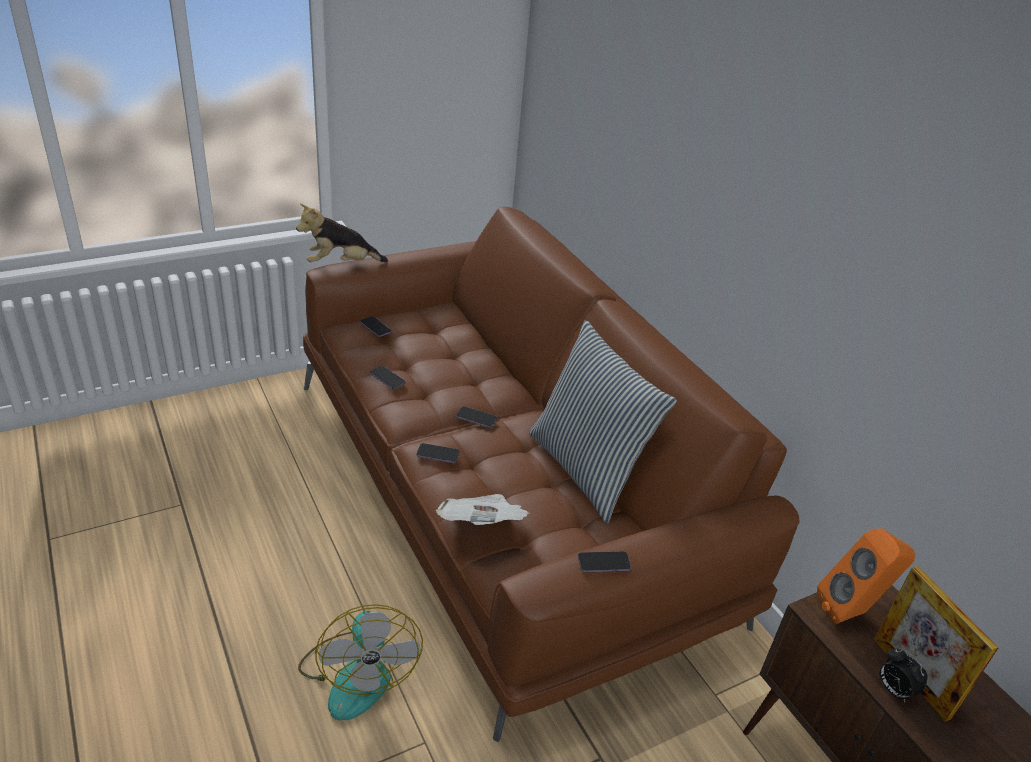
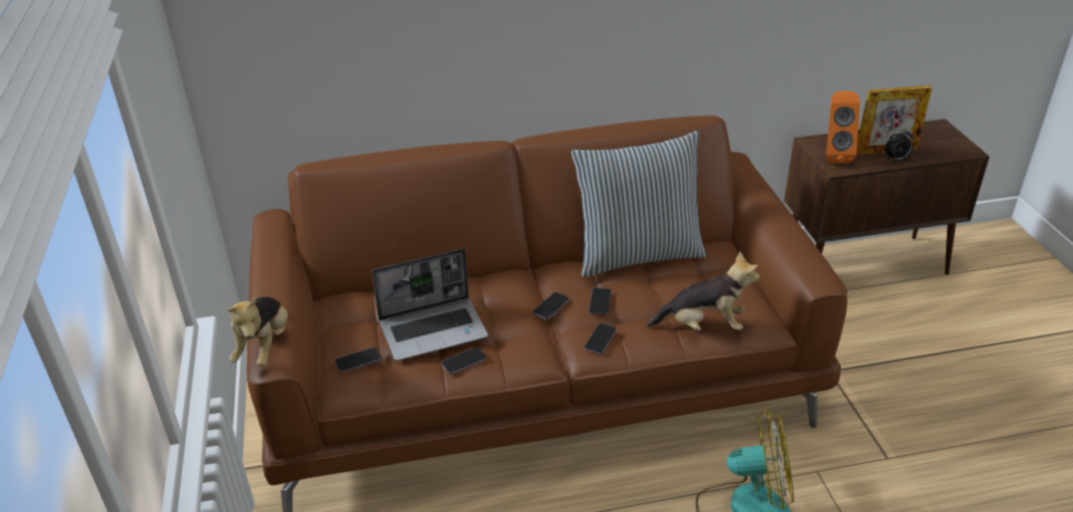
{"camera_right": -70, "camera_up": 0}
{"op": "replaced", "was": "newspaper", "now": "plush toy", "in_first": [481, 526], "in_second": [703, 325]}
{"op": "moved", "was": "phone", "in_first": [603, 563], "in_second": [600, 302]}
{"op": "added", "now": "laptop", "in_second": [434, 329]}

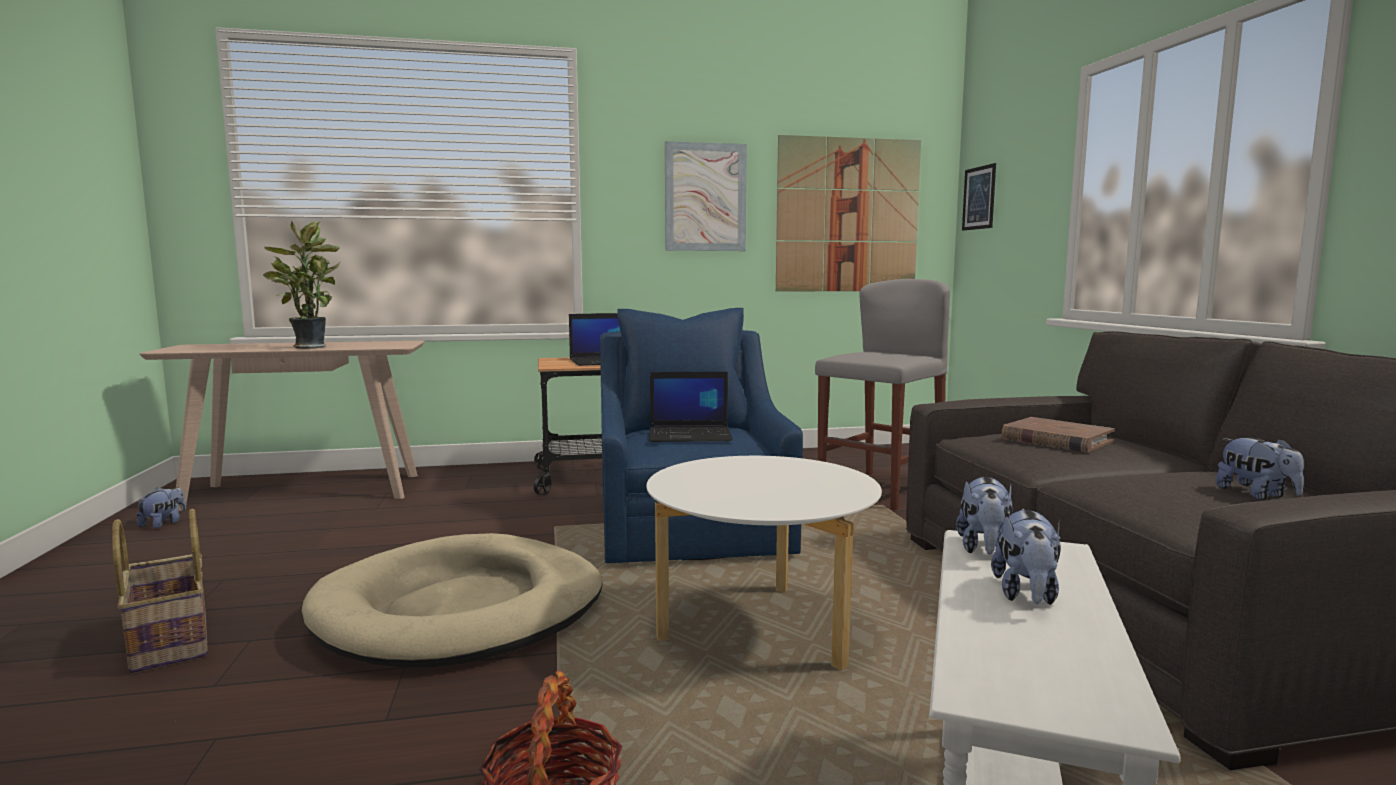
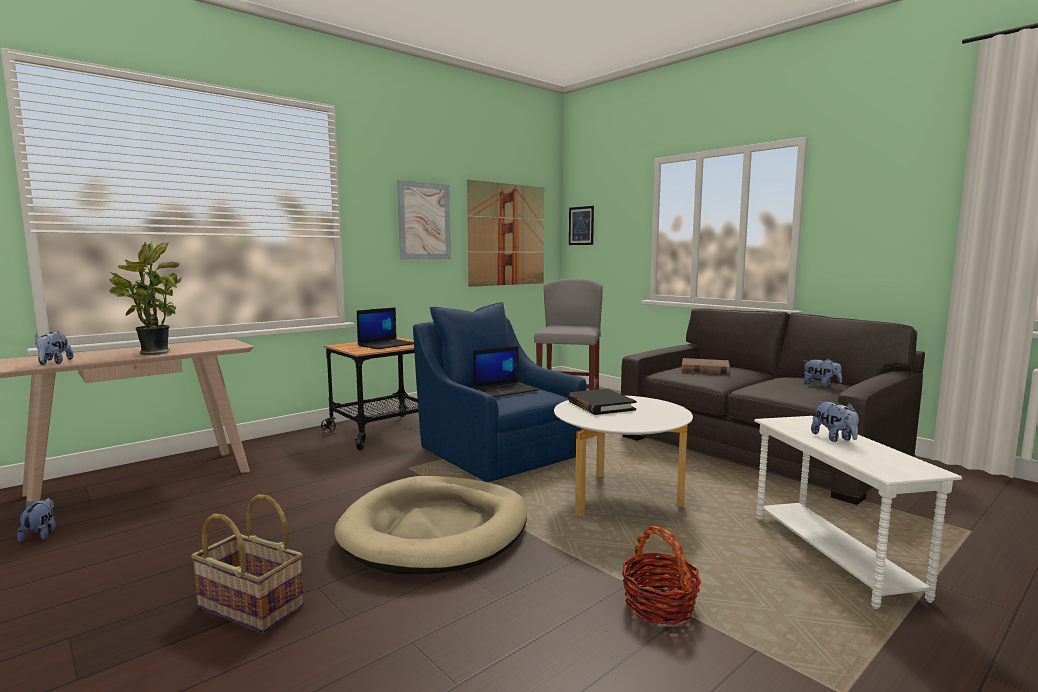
{"camera_right": -30, "camera_up": 0}
{"op": "moved", "was": "plush toy", "in_first": [984, 549], "in_second": [53, 363]}
{"op": "added", "now": "book/black", "in_second": [600, 405]}

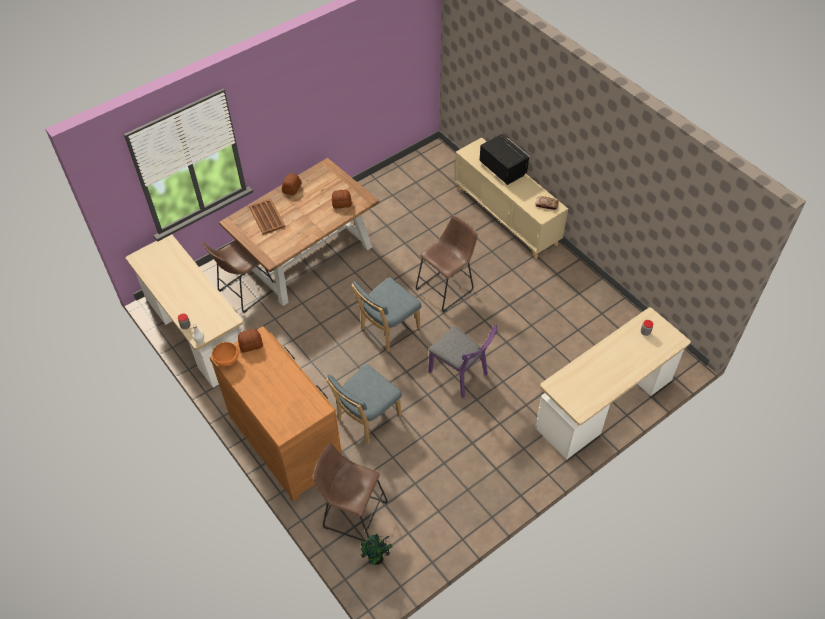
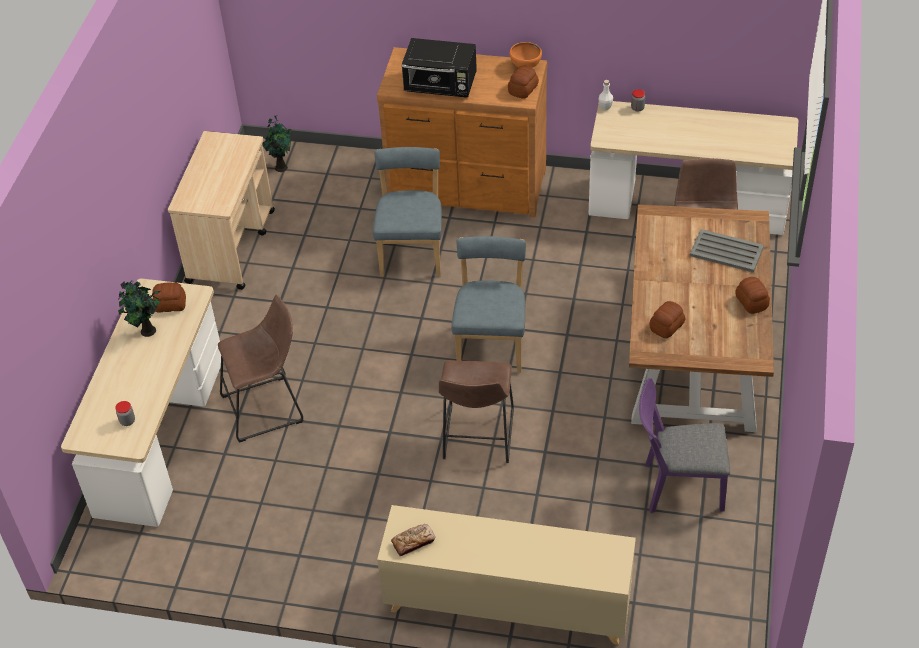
{"camera_right": 140, "camera_up": -5}
{"op": "moved", "was": "microwave/black", "in_first": [502, 169], "in_second": [441, 86]}
{"op": "recoloured", "was": "tray/brown", "now": "tray/grey", "in_first": [267, 217], "in_second": [726, 251]}
{"op": "moved", "was": "chair/purple", "in_first": [461, 375], "in_second": [676, 487]}
{"op": "moved", "was": "stool/brown", "in_first": [352, 513], "in_second": [267, 408]}
{"op": "added", "now": "cart/beige", "in_second": [231, 246]}
{"op": "added", "now": "potted plant", "in_second": [147, 332]}
{"op": "added", "now": "bread", "in_second": [170, 305]}

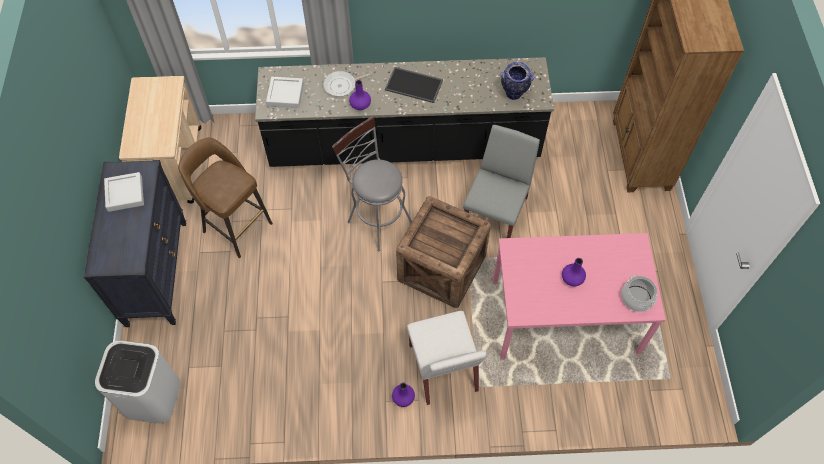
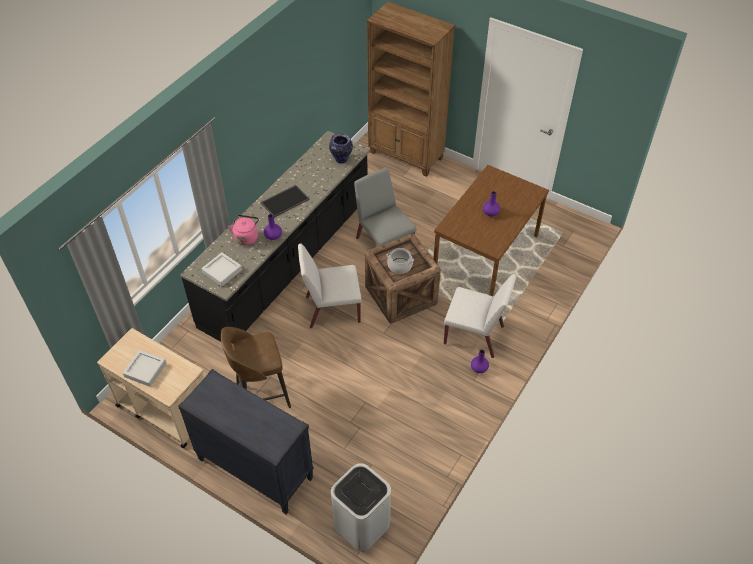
{"camera_right": -55, "camera_up": -10}
{"op": "replaced", "was": "frying pan", "now": "kettle/pink", "in_first": [342, 85], "in_second": [246, 237]}
{"op": "replaced", "was": "stool/grey", "now": "chair/white", "in_first": [376, 219], "in_second": [332, 309]}
{"op": "moved", "was": "tray/grey", "in_first": [125, 194], "in_second": [145, 370]}
{"op": "recoloured", "was": "dining table/pink", "now": "dining table/brown", "in_first": [564, 317], "in_second": [486, 255]}
{"op": "moved", "was": "cooking pot", "in_first": [637, 298], "in_second": [400, 266]}

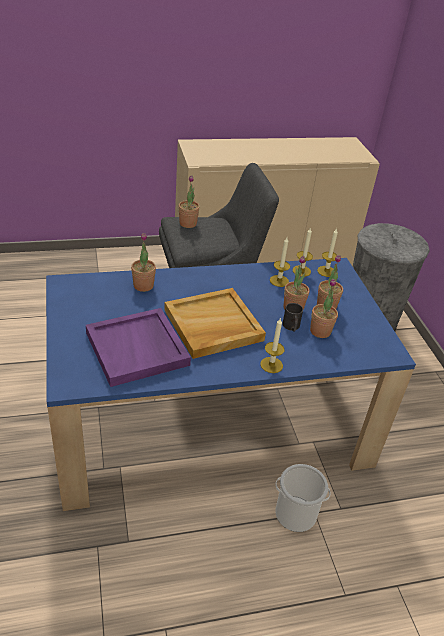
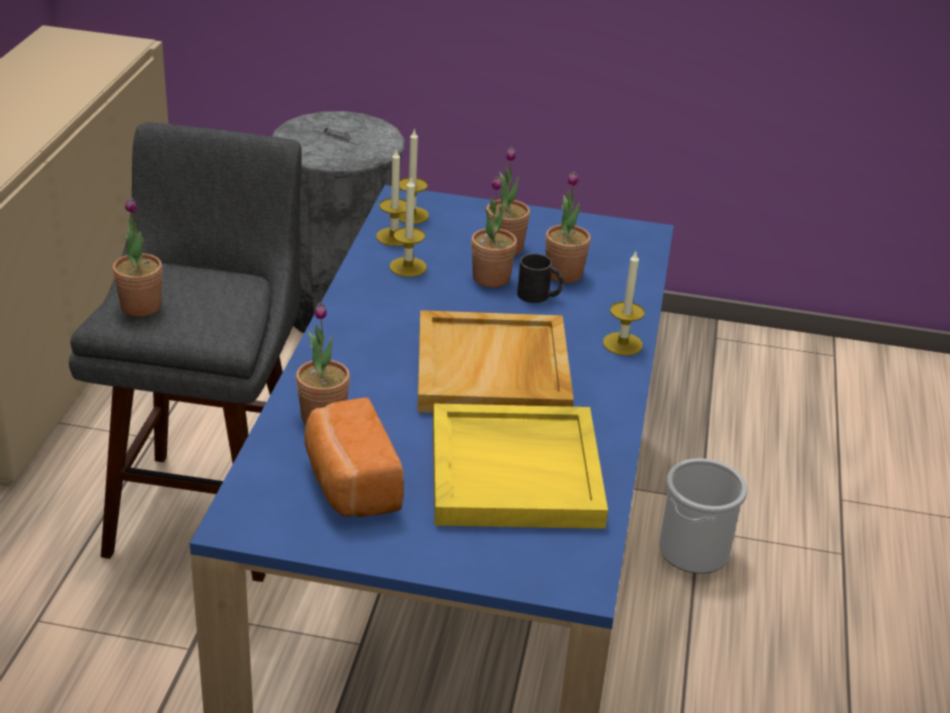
{"camera_right": -65, "camera_up": -5}
{"op": "recoloured", "was": "tray/purple", "now": "tray/yellow", "in_first": [138, 349], "in_second": [516, 471]}
{"op": "added", "now": "bread", "in_second": [349, 484]}

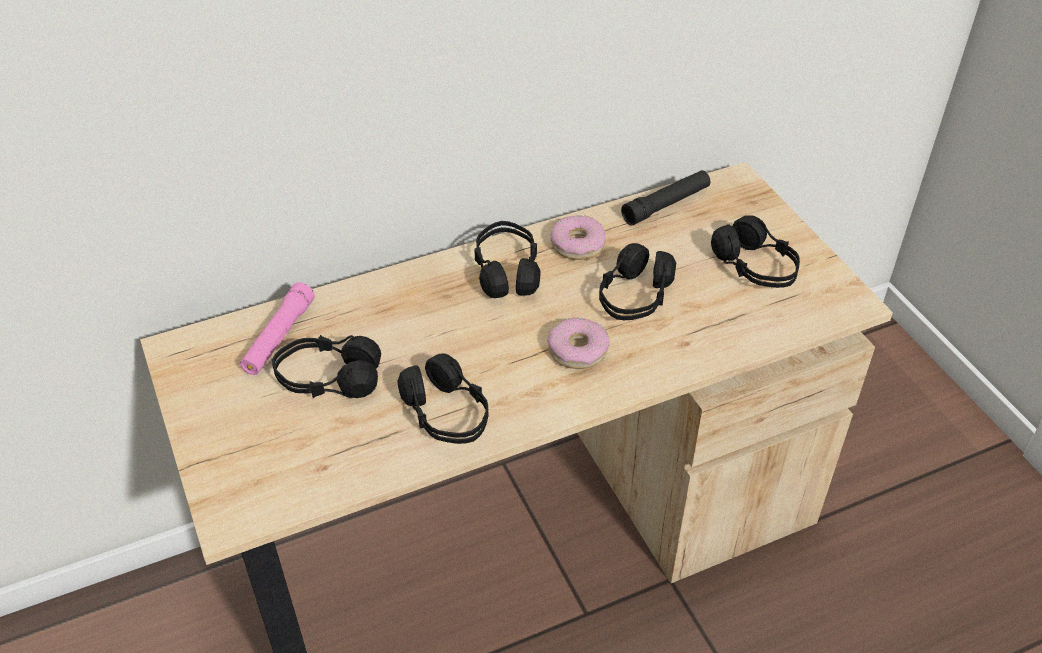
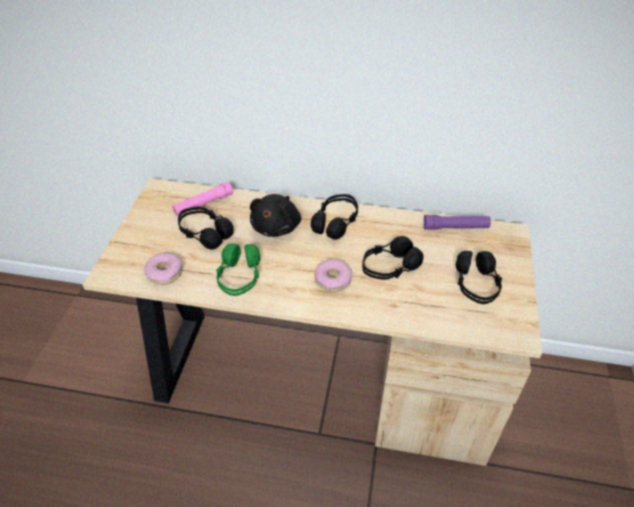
{"camera_right": 35, "camera_up": 0}
{"op": "recoloured", "was": "flashlight/black", "now": "flashlight/purple", "in_first": [666, 205], "in_second": [455, 227]}
{"op": "moved", "was": "donut", "in_first": [578, 244], "in_second": [165, 273]}
{"op": "recoloured", "was": "headphones/black", "now": "headphones/green", "in_first": [446, 414], "in_second": [239, 277]}
{"op": "added", "now": "plush toy/black", "in_second": [277, 226]}

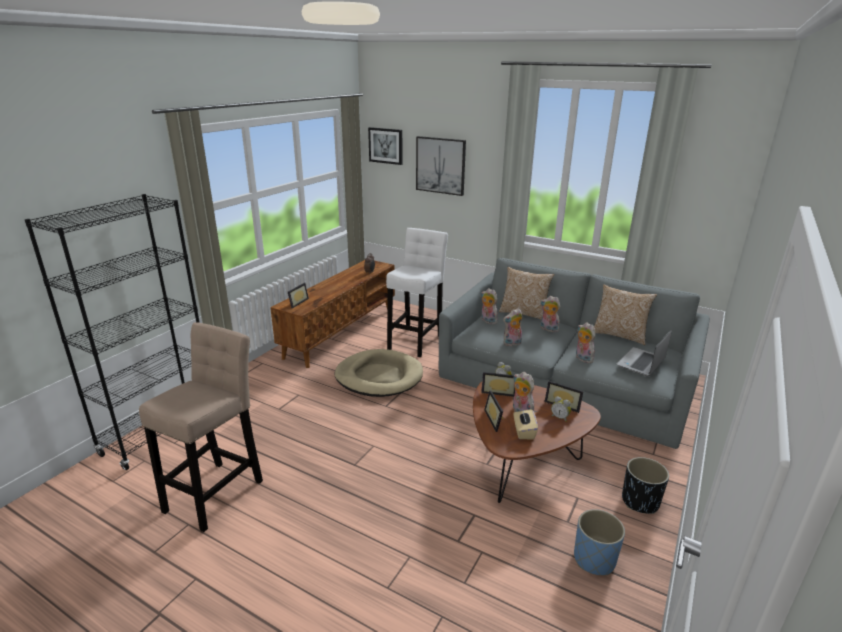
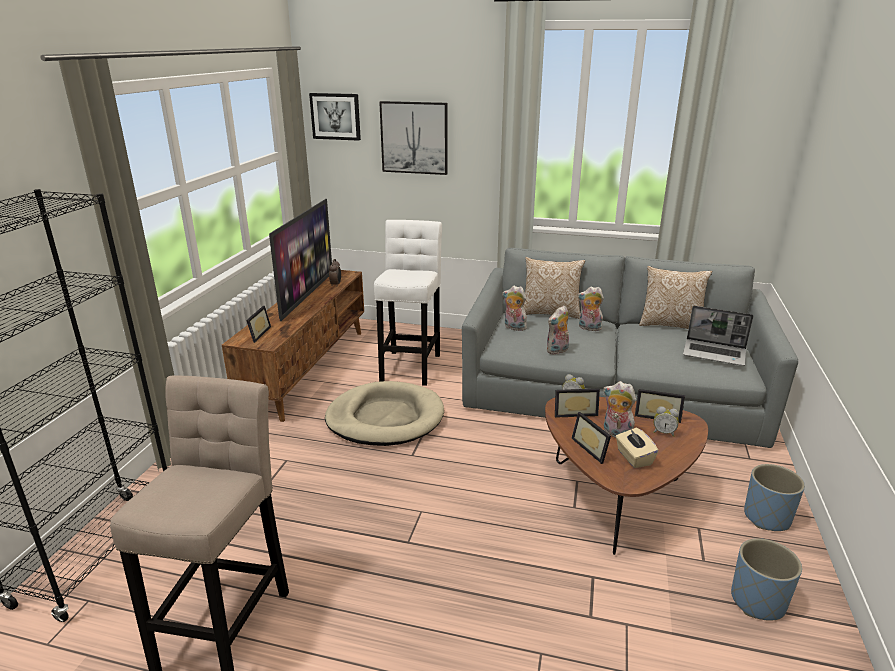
{"camera_right": -15, "camera_up": 0}
{"op": "removed", "was": "plush toy", "in_first": [582, 358]}
{"op": "turned", "was": "laptop", "in_first": [641, 363], "in_second": [715, 353], "clockwise": -90}
{"op": "recoloured", "was": "planter/black", "now": "planter/blue", "in_first": [640, 501], "in_second": [767, 518]}
{"op": "added", "now": "television", "in_second": [306, 295]}

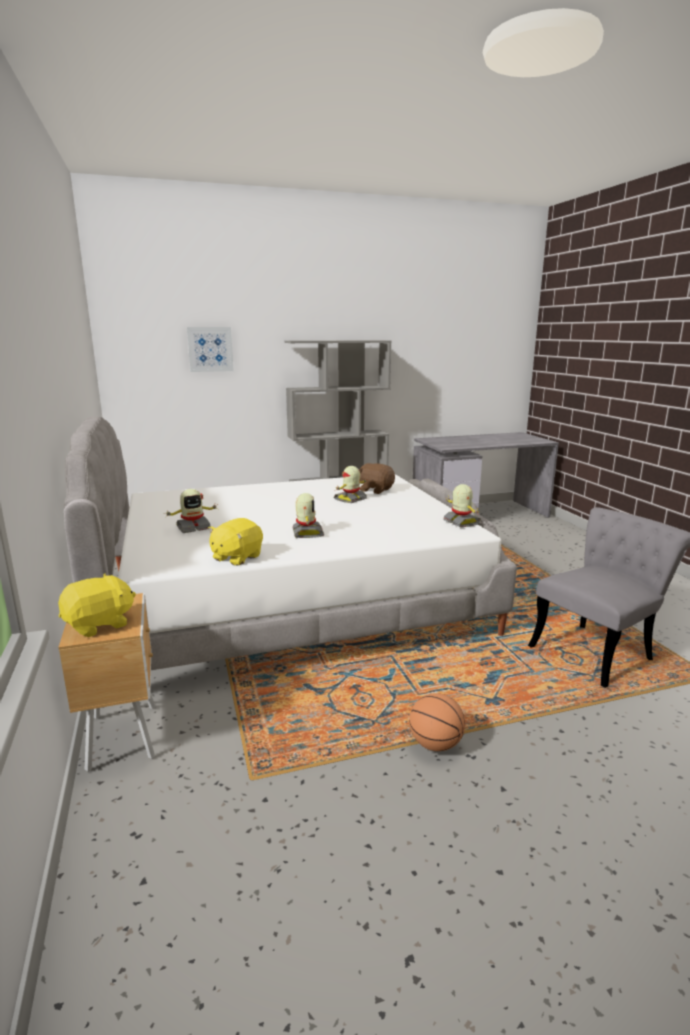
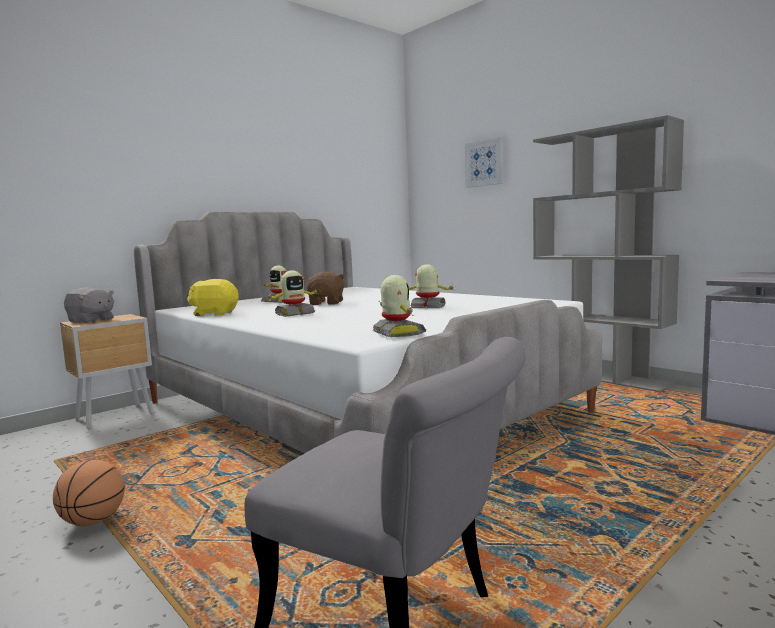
{"camera_right": 65, "camera_up": -10}
{"op": "moved", "was": "plush toy/brown", "in_first": [375, 490], "in_second": [327, 303]}
{"op": "turned", "was": "toy robot", "in_first": [461, 522], "in_second": [397, 333], "clockwise": -60}
{"op": "recoloured", "was": "plush toy/yellow", "now": "plush toy/grey", "in_first": [99, 624], "in_second": [91, 321]}

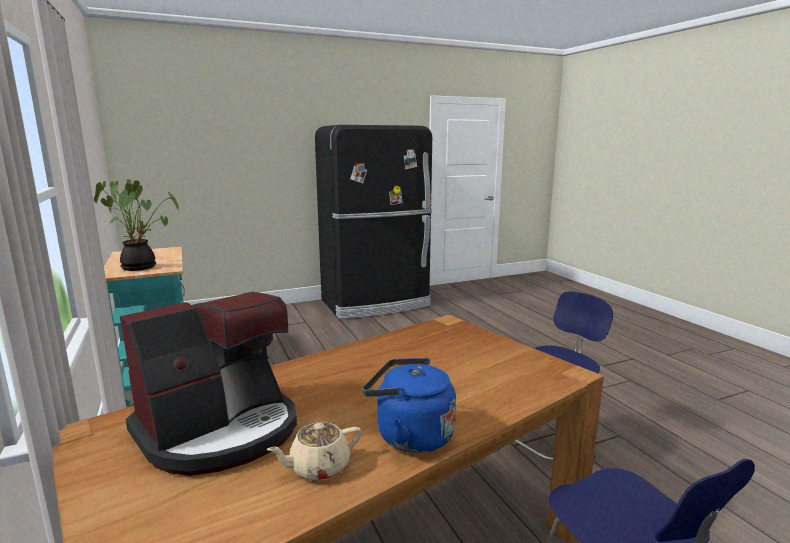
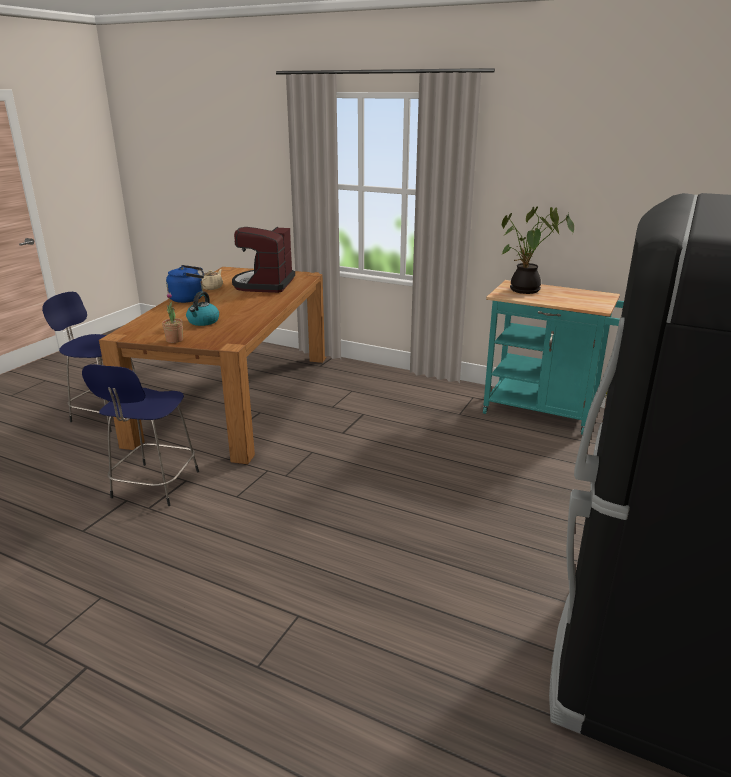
{"camera_right": 140, "camera_up": 10}
{"op": "added", "now": "kettle", "in_second": [203, 322]}
{"op": "added", "now": "potted plant", "in_second": [174, 340]}

